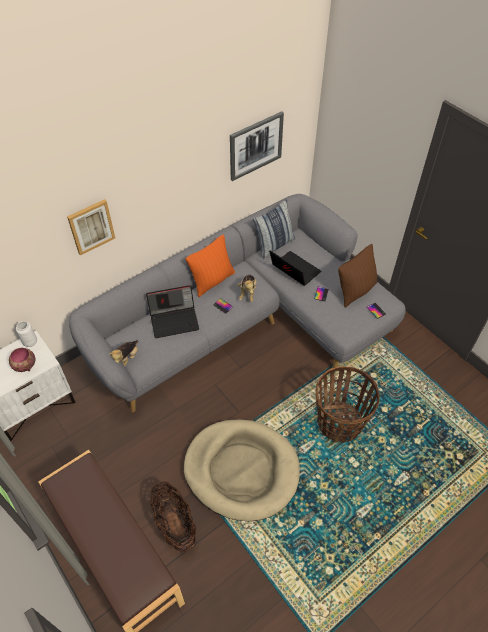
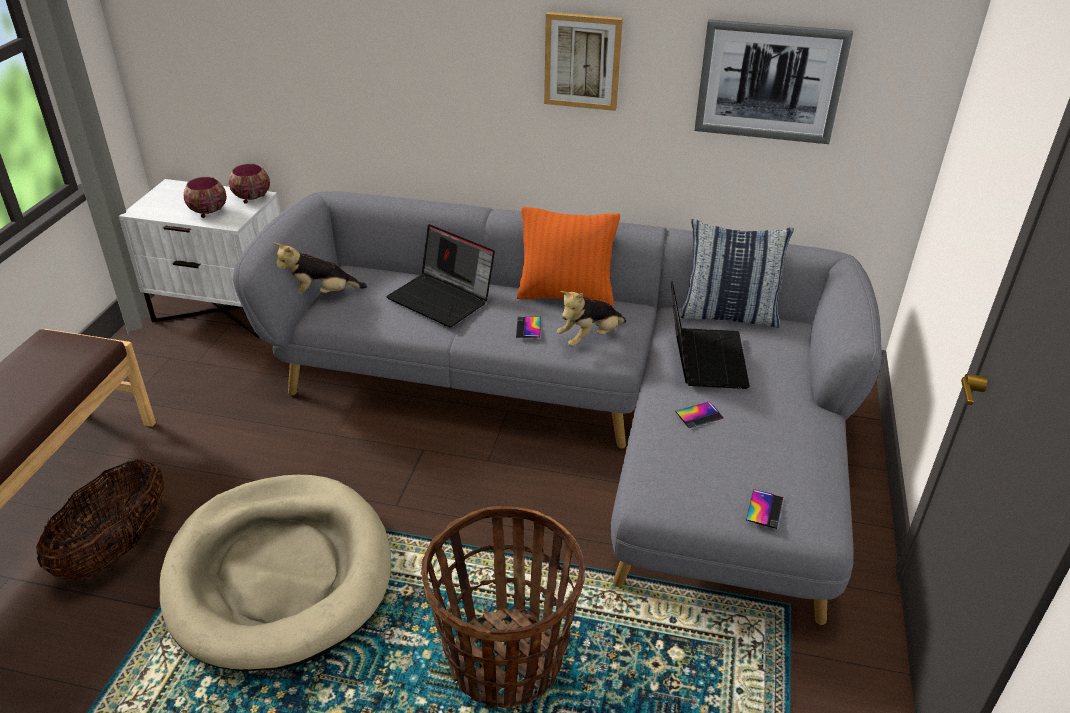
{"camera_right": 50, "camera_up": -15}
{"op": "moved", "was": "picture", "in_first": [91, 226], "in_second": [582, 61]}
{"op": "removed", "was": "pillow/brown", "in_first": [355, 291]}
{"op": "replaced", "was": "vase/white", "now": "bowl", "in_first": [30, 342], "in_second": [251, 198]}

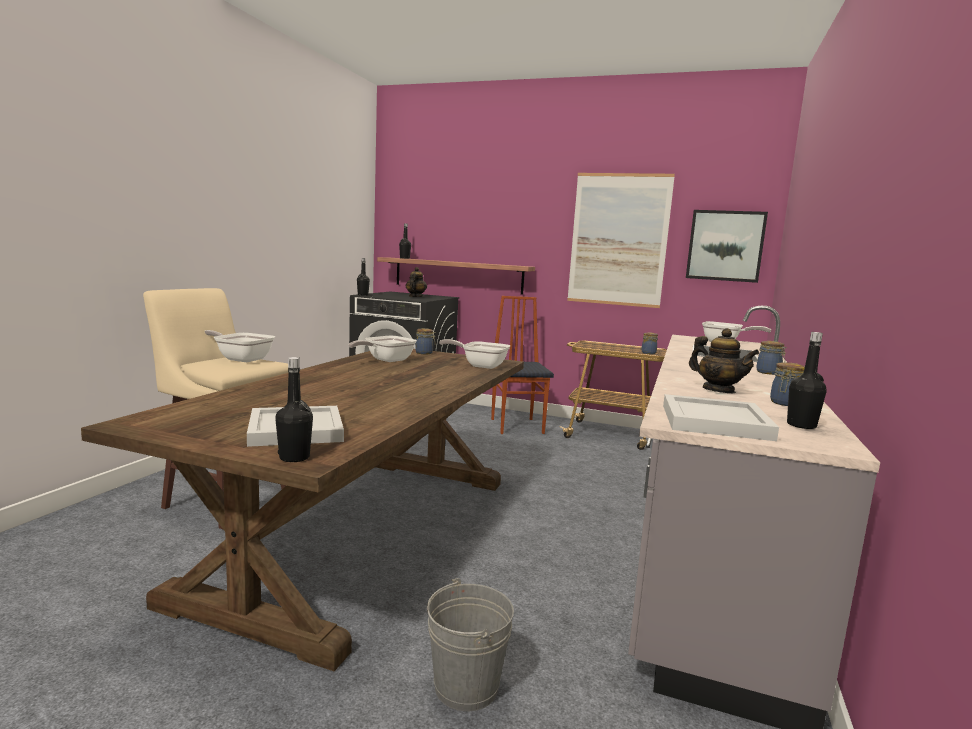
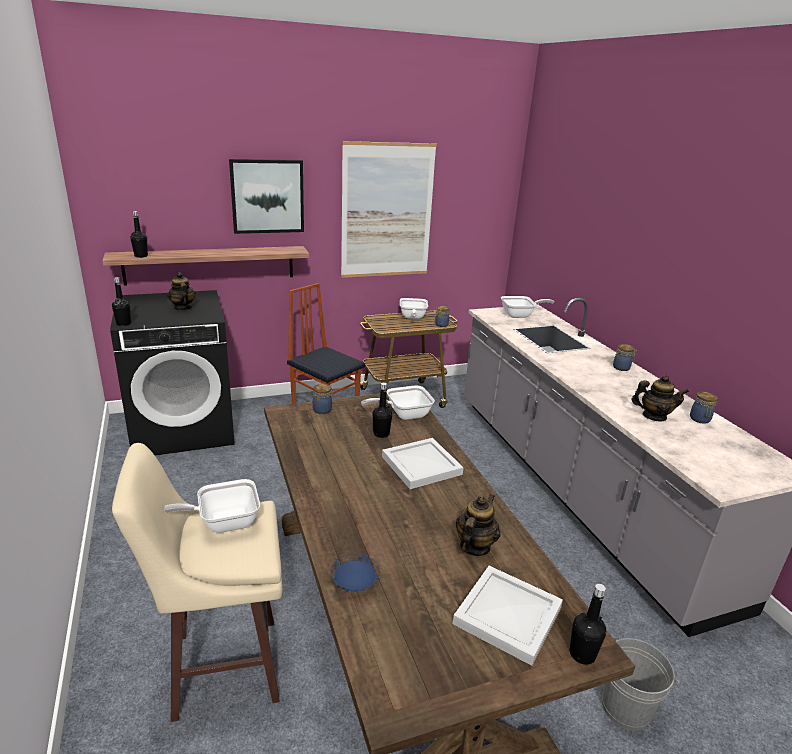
{"camera_right": -40, "camera_up": 15}
{"op": "moved", "was": "picture", "in_first": [725, 246], "in_second": [267, 196]}
{"op": "moved", "was": "bottle/black", "in_first": [801, 425], "in_second": [381, 434]}
{"op": "moved", "was": "frying pan", "in_first": [385, 360], "in_second": [412, 317]}
{"op": "moved", "was": "tray/white", "in_first": [713, 422], "in_second": [421, 466]}
{"op": "added", "now": "teapot", "in_second": [474, 546]}
{"op": "added", "now": "plate/blue", "in_second": [355, 583]}

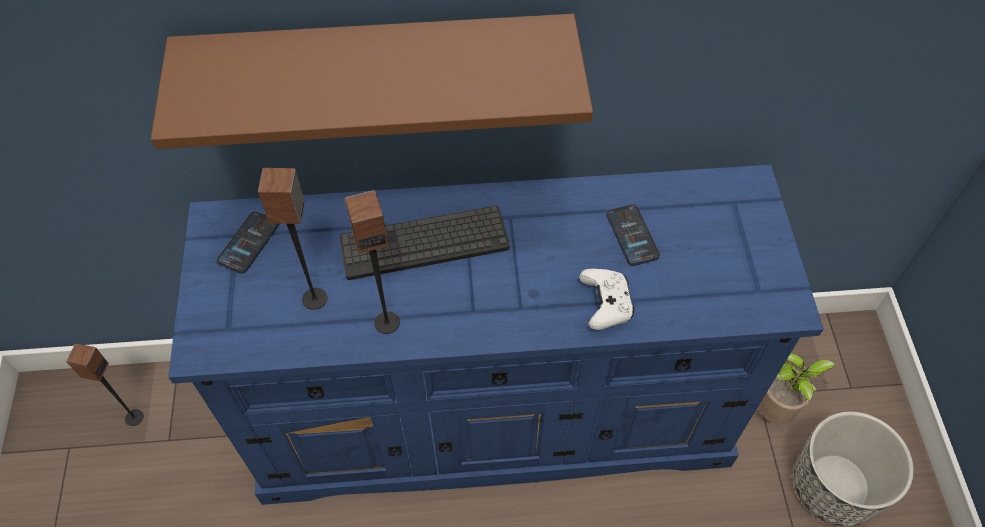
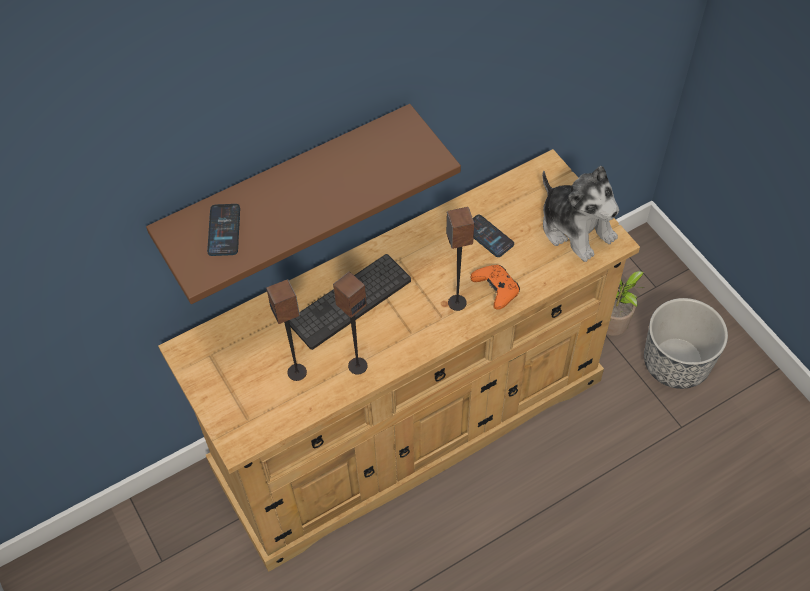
{"camera_right": -25, "camera_up": 0}
{"op": "recoloured", "was": "dresser/blue", "now": "dresser/beige", "in_first": [495, 413], "in_second": [410, 421]}
{"op": "moved", "was": "phone", "in_first": [249, 243], "in_second": [224, 230]}
{"op": "recoloured", "was": "game controller/white", "now": "game controller/orange", "in_first": [606, 304], "in_second": [496, 290]}
{"op": "moved", "was": "speaker", "in_first": [134, 417], "in_second": [456, 303]}
{"op": "added", "now": "plush toy", "in_second": [576, 228]}

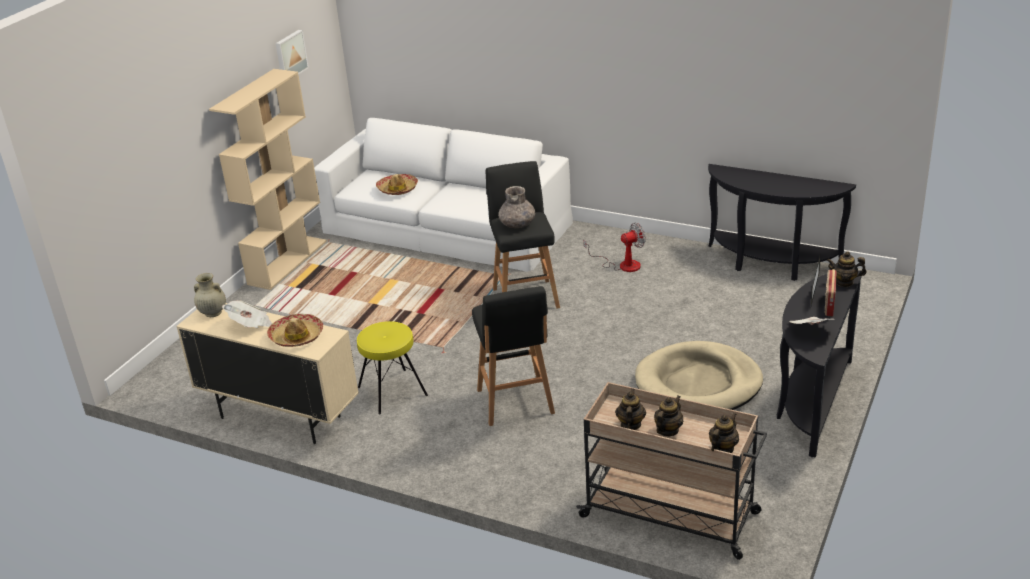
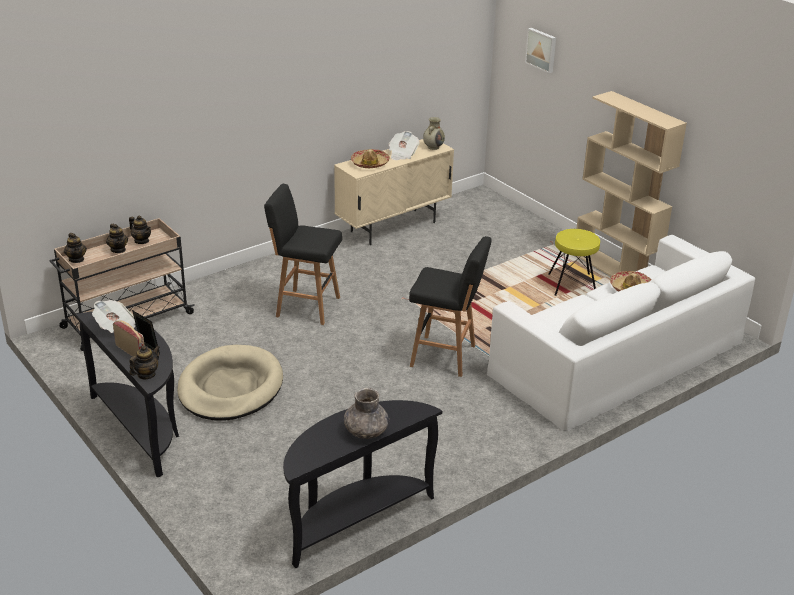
{"camera_right": 115, "camera_up": 0}
{"op": "moved", "was": "picture", "in_first": [290, 55], "in_second": [541, 49]}
{"op": "moved", "was": "vase/grey", "in_first": [517, 224], "in_second": [366, 431]}
{"op": "removed", "was": "fan", "in_first": [622, 265]}
{"op": "moved", "was": "stool/yellow", "in_first": [392, 391], "in_second": [572, 285]}

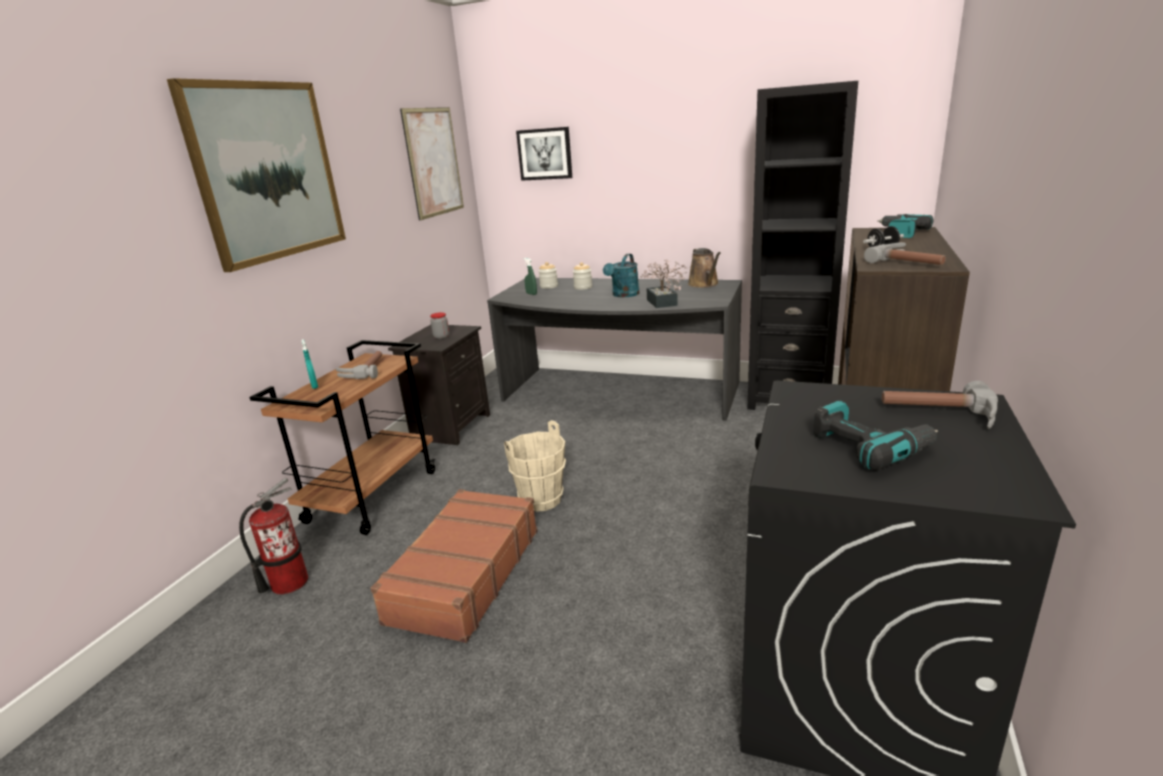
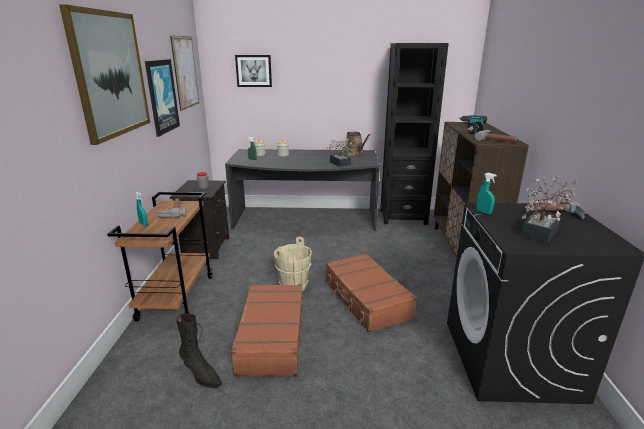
{"camera_right": -20, "camera_up": 0}
{"op": "removed", "was": "watering can/turquoise", "in_first": [623, 295]}
{"op": "replaced", "was": "power drill", "now": "potted plant", "in_first": [869, 446], "in_second": [541, 231]}
{"op": "removed", "was": "fire extinguisher", "in_first": [289, 583]}
{"op": "added", "now": "picture", "in_second": [161, 96]}
{"op": "added", "now": "spray bottle/turquoise", "in_second": [483, 212]}
{"op": "added", "now": "suitcase/brown", "in_second": [366, 299]}
{"op": "added", "now": "boot/black", "in_second": [201, 375]}

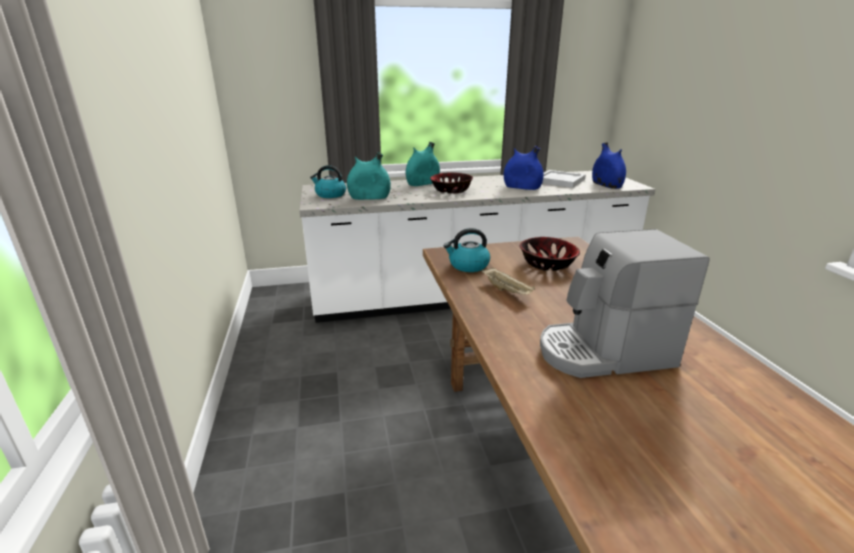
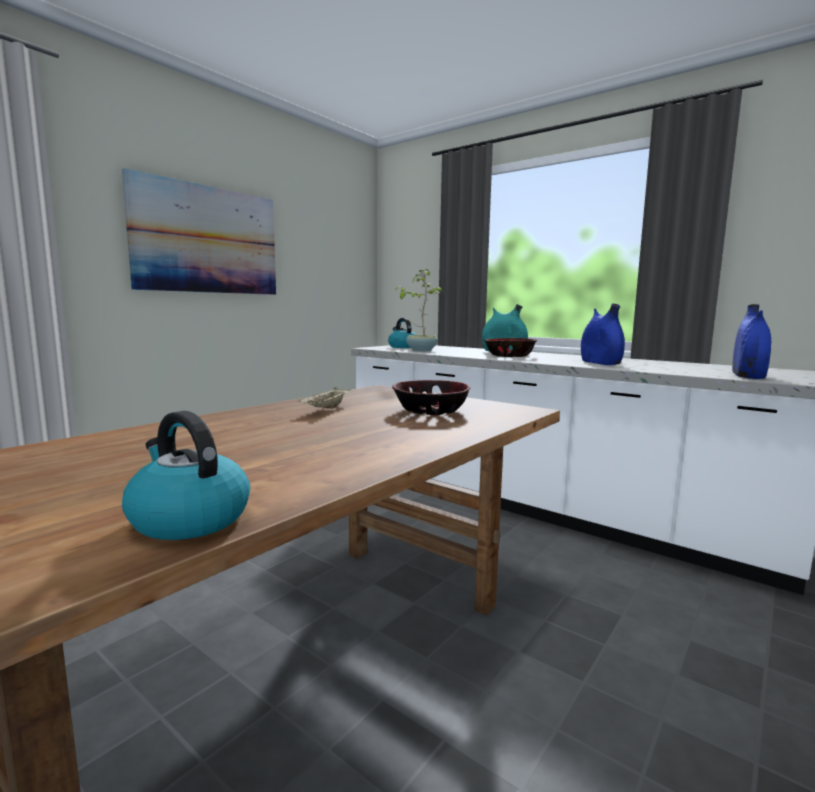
{"camera_right": 50, "camera_up": -15}
{"op": "replaced", "was": "vase/turquoise", "now": "potted plant", "in_first": [369, 198], "in_second": [421, 350]}
{"op": "removed", "was": "tray/white", "in_first": [559, 180]}
{"op": "moved", "was": "kettle", "in_first": [468, 266], "in_second": [188, 519]}
{"op": "removed", "was": "coffee machine", "in_first": [604, 352]}
{"op": "added", "now": "picture", "in_second": [207, 240]}

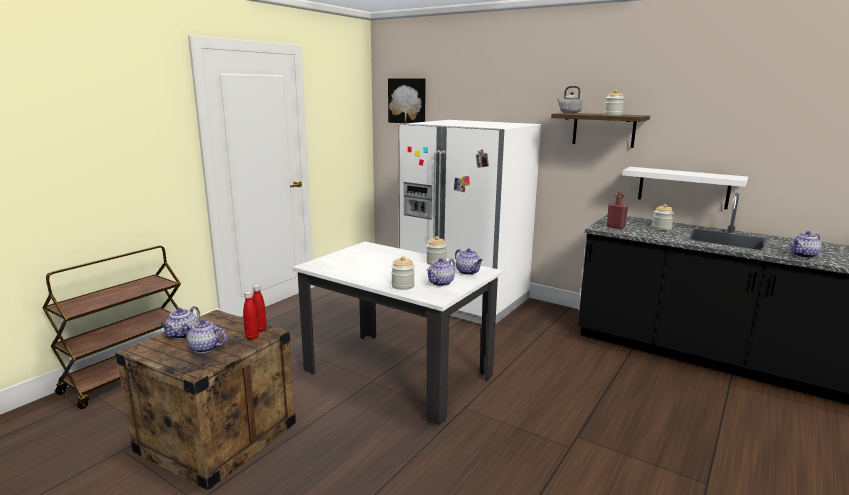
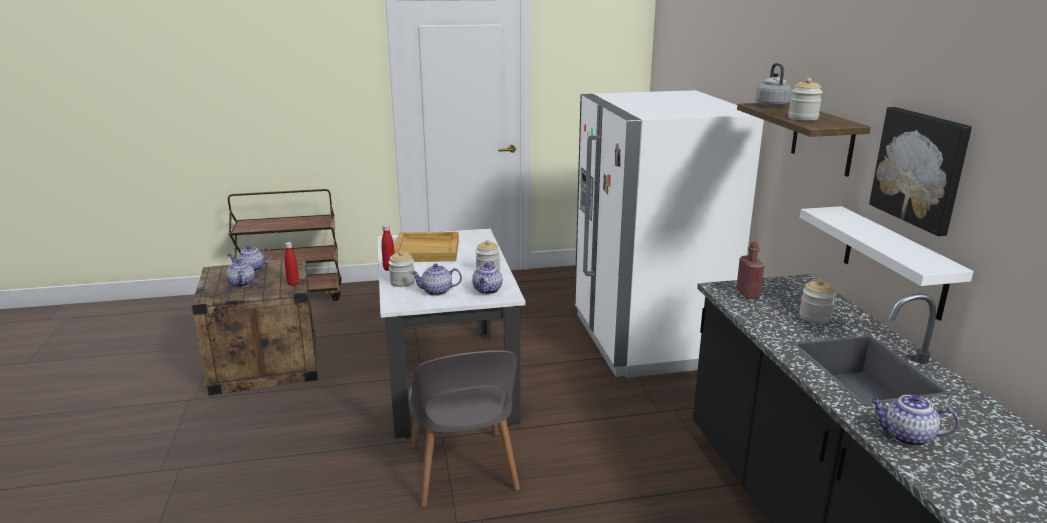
{"camera_right": 45, "camera_up": 5}
{"op": "moved", "was": "picture", "in_first": [407, 101], "in_second": [921, 168]}
{"op": "moved", "was": "bottle/red", "in_first": [252, 338], "in_second": [389, 269]}
{"op": "added", "now": "tray/beige", "in_second": [427, 250]}
{"op": "added", "now": "chair/grey", "in_second": [463, 471]}

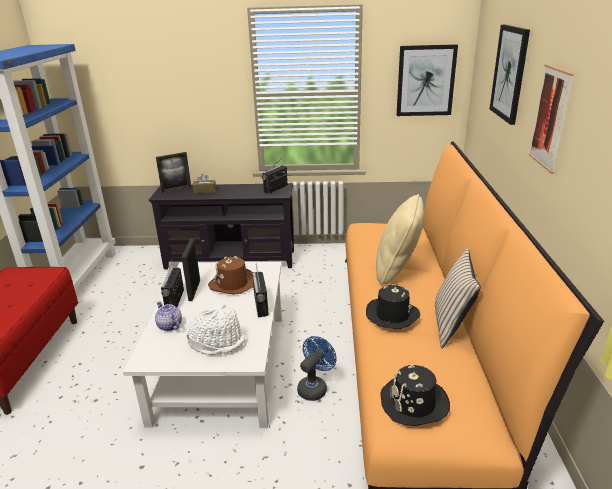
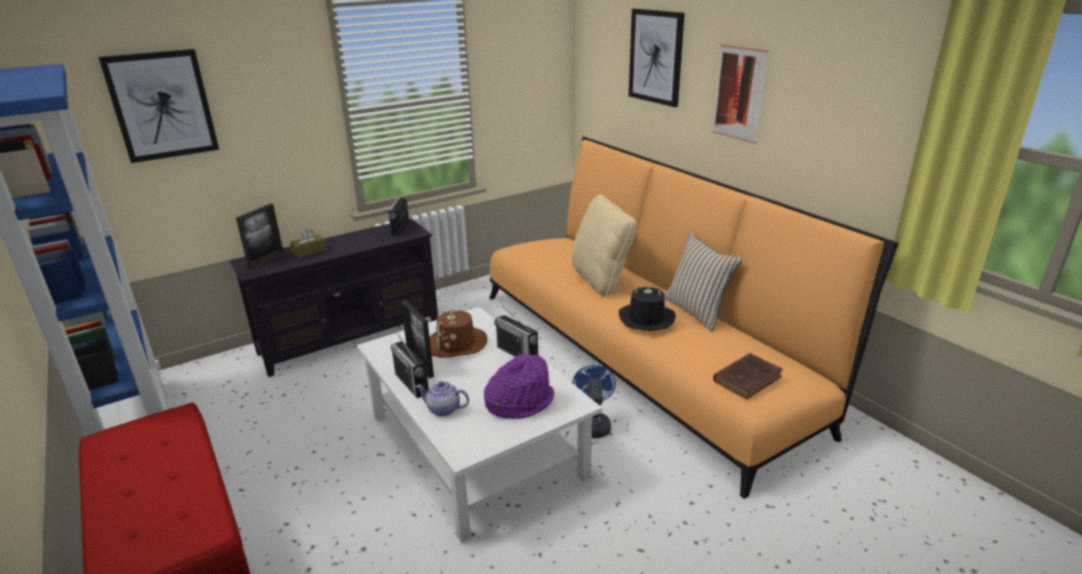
{"camera_right": -35, "camera_up": 0}
{"op": "moved", "was": "picture", "in_first": [425, 81], "in_second": [162, 105]}
{"op": "recoloured", "was": "hat/white", "now": "hat/purple", "in_first": [217, 341], "in_second": [519, 402]}
{"op": "replaced", "was": "hat/black", "now": "book/brown", "in_first": [414, 403], "in_second": [748, 378]}

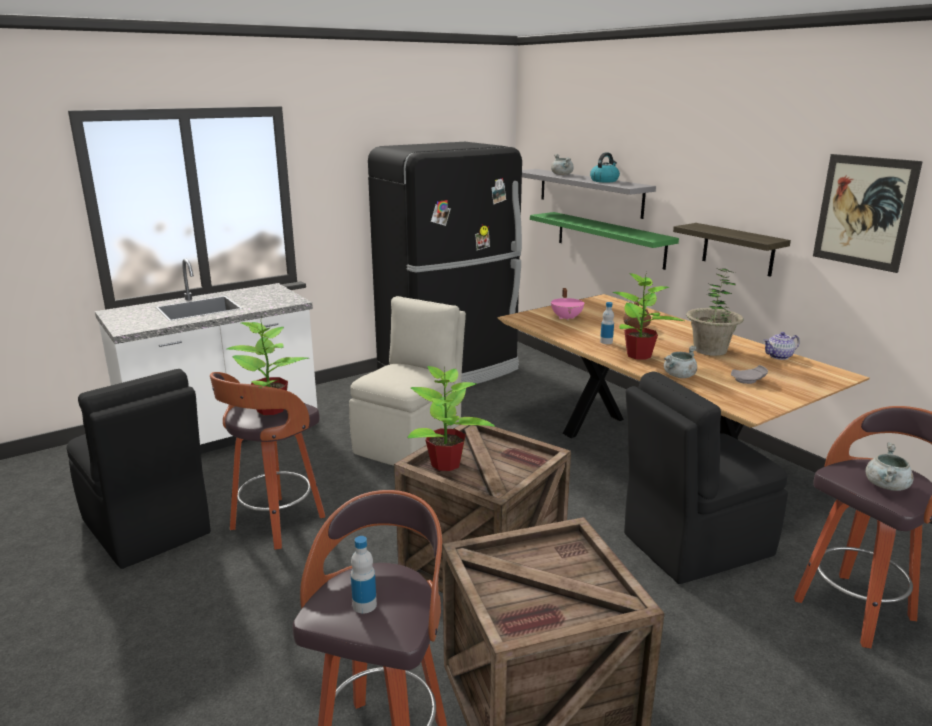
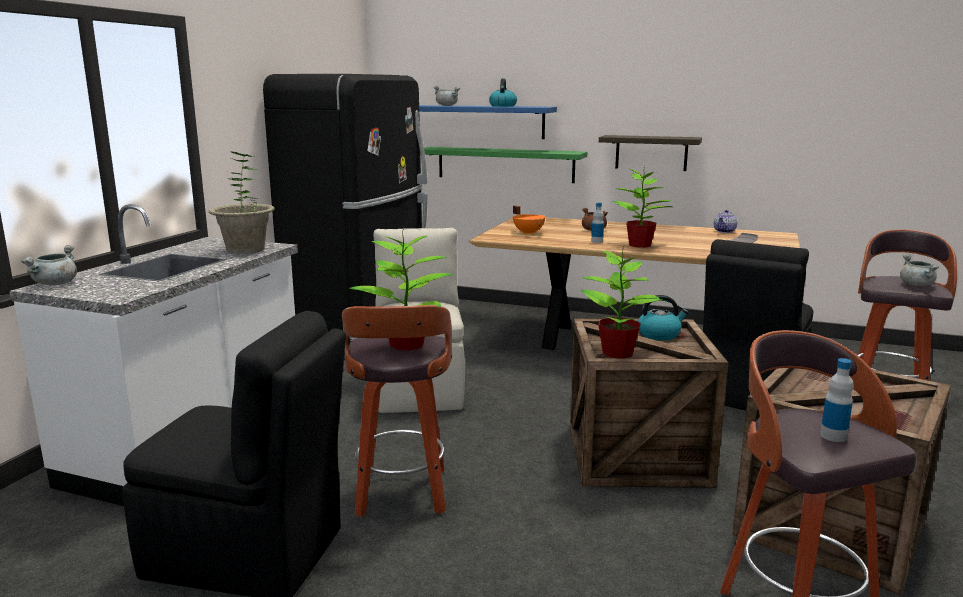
{"camera_right": -35, "camera_up": -5}
{"op": "removed", "was": "picture", "in_first": [864, 212]}
{"op": "recoloured", "was": "shelf/grey", "now": "shelf/blue", "in_first": [589, 192], "in_second": [475, 121]}
{"op": "moved", "was": "potted plant", "in_first": [710, 350], "in_second": [245, 250]}
{"op": "recoloured", "was": "cooking pot/pink", "now": "cooking pot/orange", "in_first": [567, 318], "in_second": [529, 233]}
{"op": "moved", "was": "cooking pot/grey", "in_first": [679, 376], "in_second": [55, 284]}
{"op": "added", "now": "kettle", "in_second": [659, 334]}

